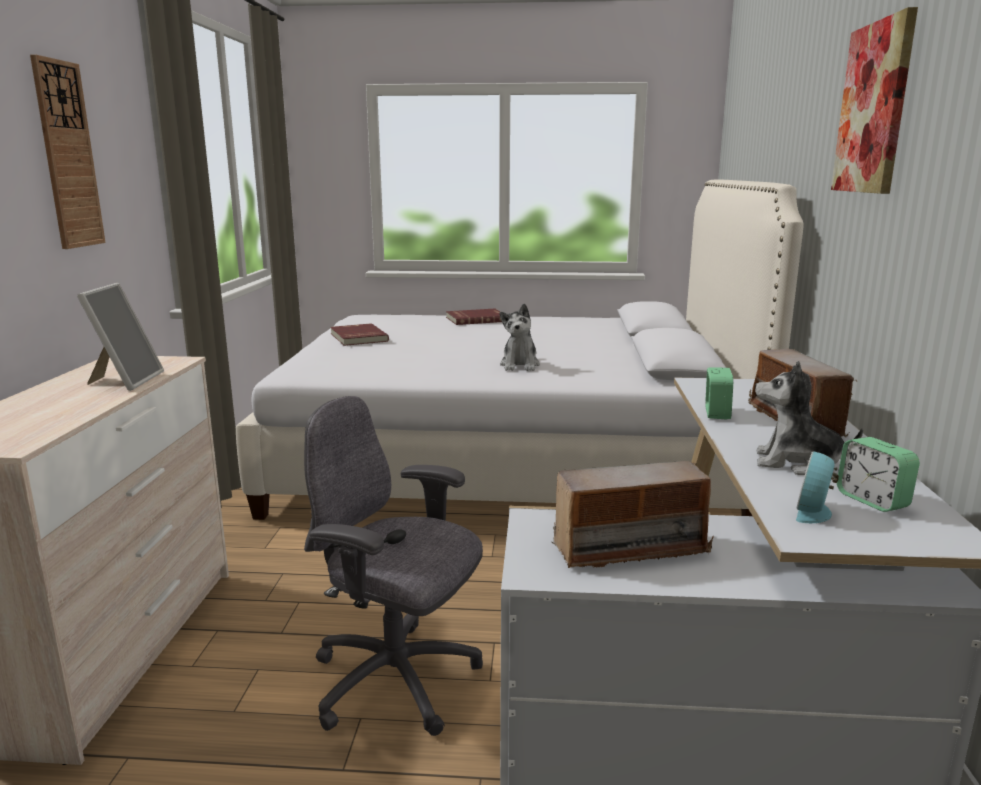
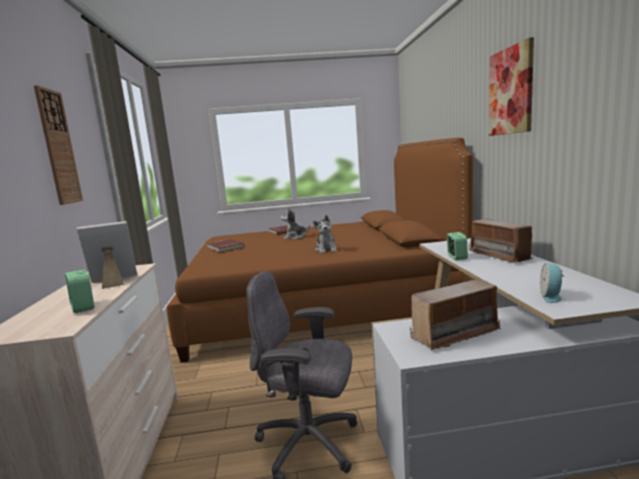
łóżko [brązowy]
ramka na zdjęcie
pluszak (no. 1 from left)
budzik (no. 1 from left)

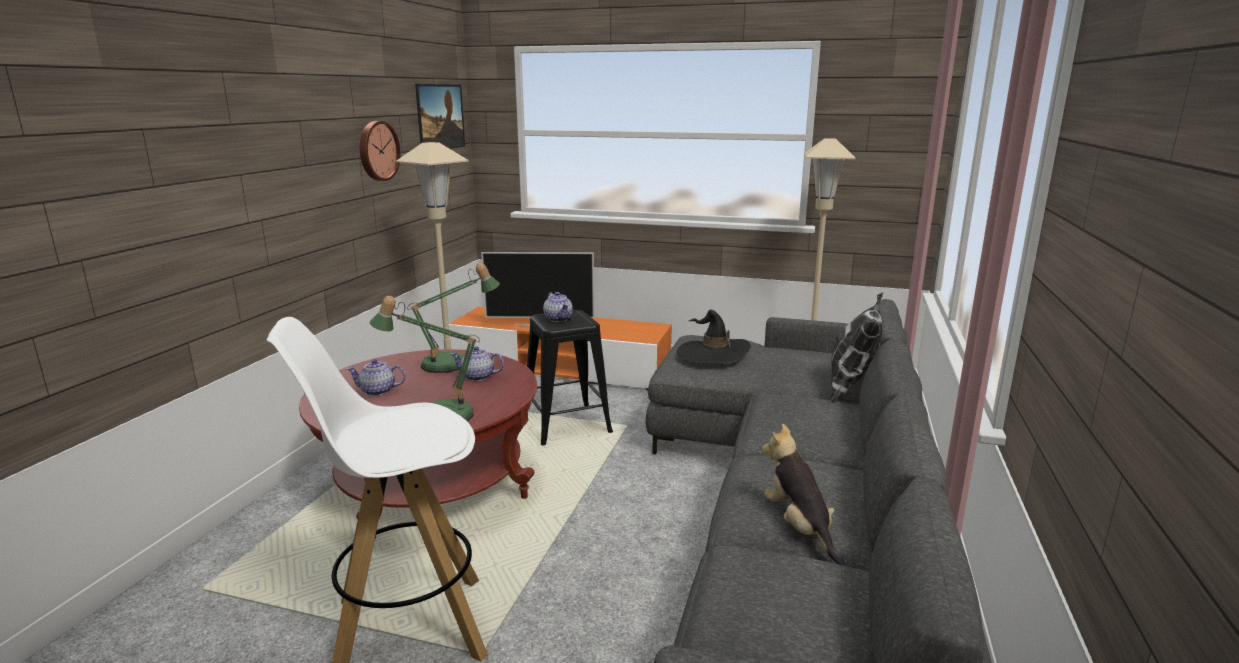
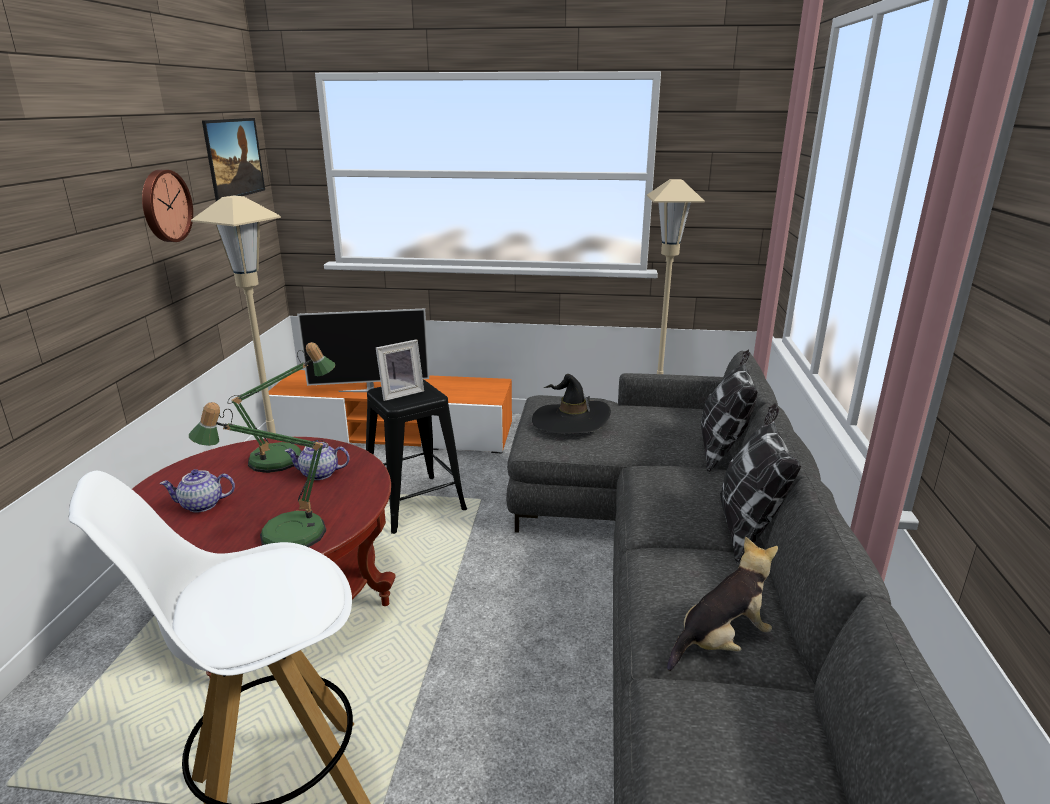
ramka na zdjęcie
pluszak
poduszka (no. 2 from left)

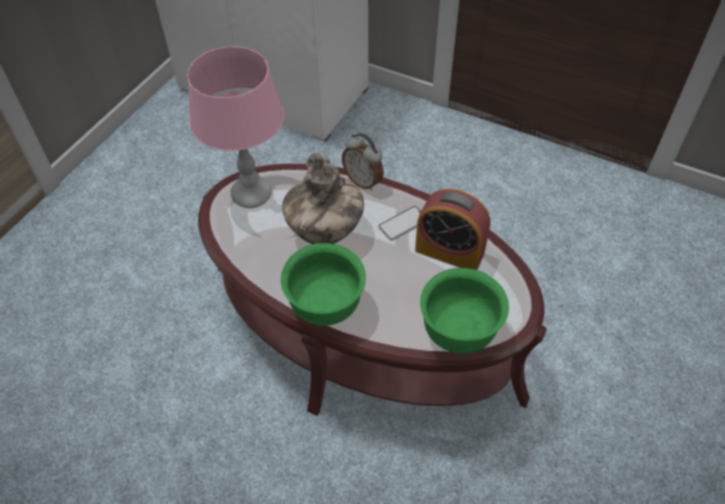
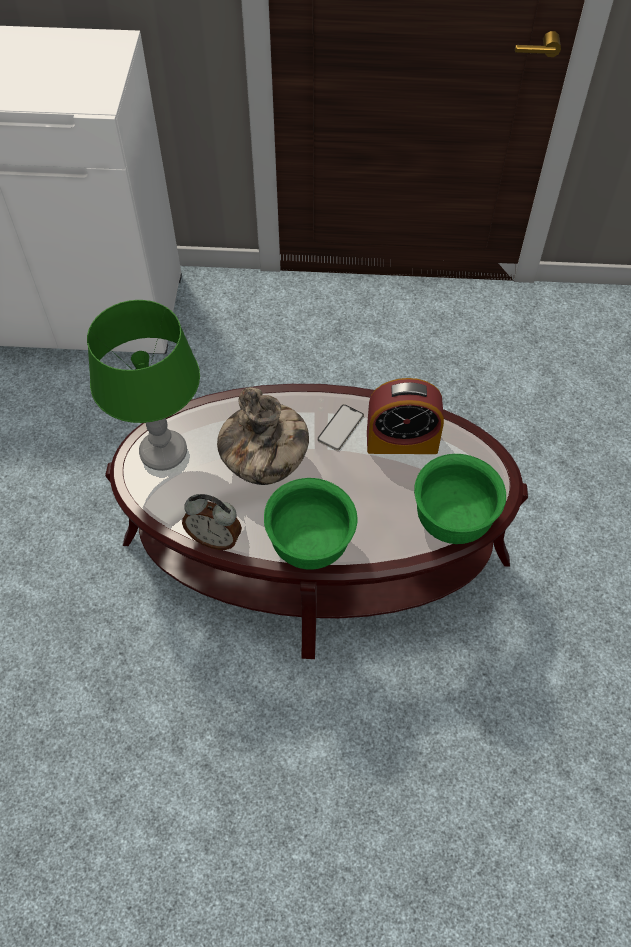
lampa stołowa [zielony]
budzik (no. 1 from left)

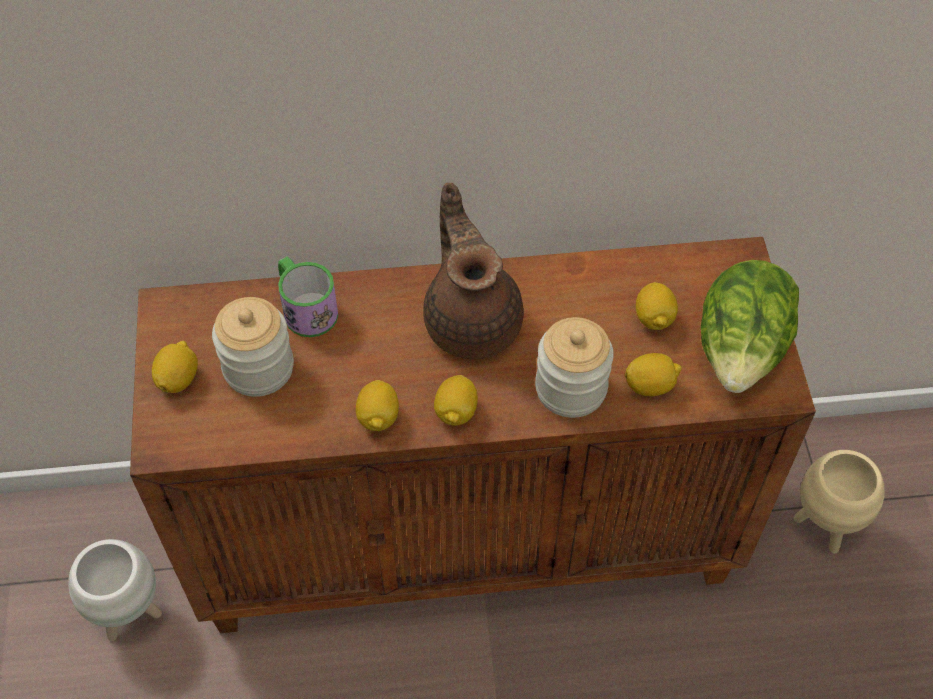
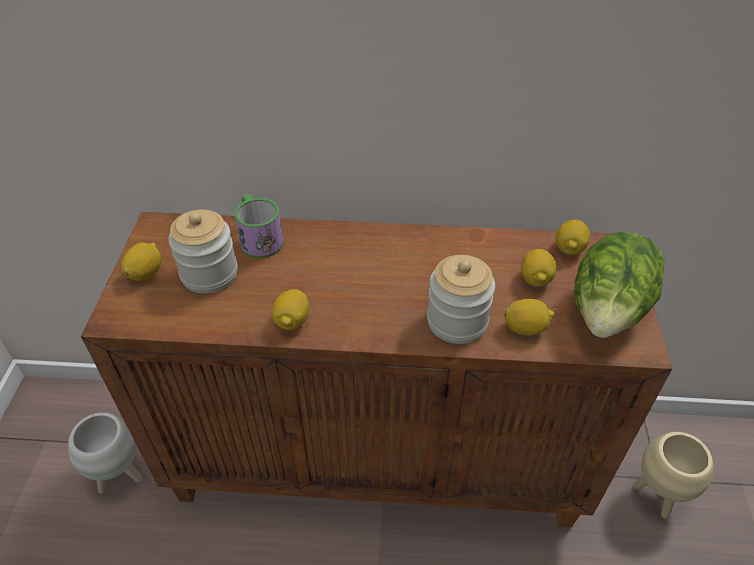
imbryk [brązowy]
cytryna (no. 5 from left)

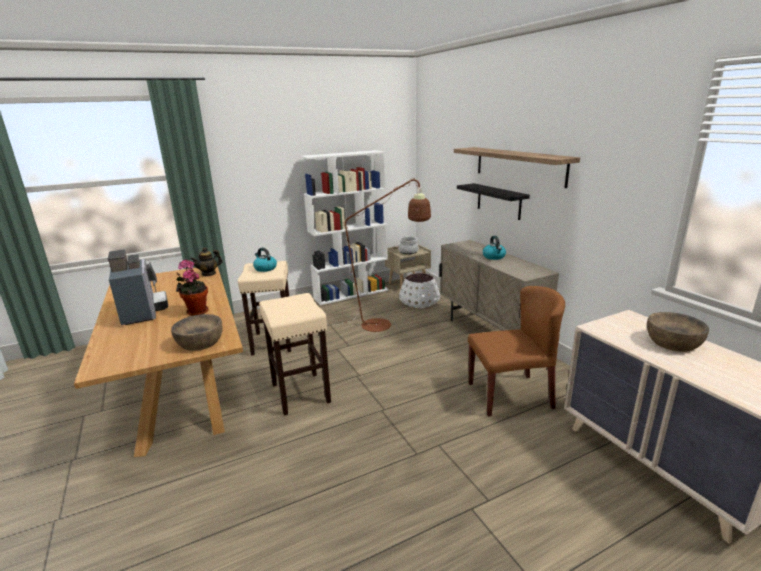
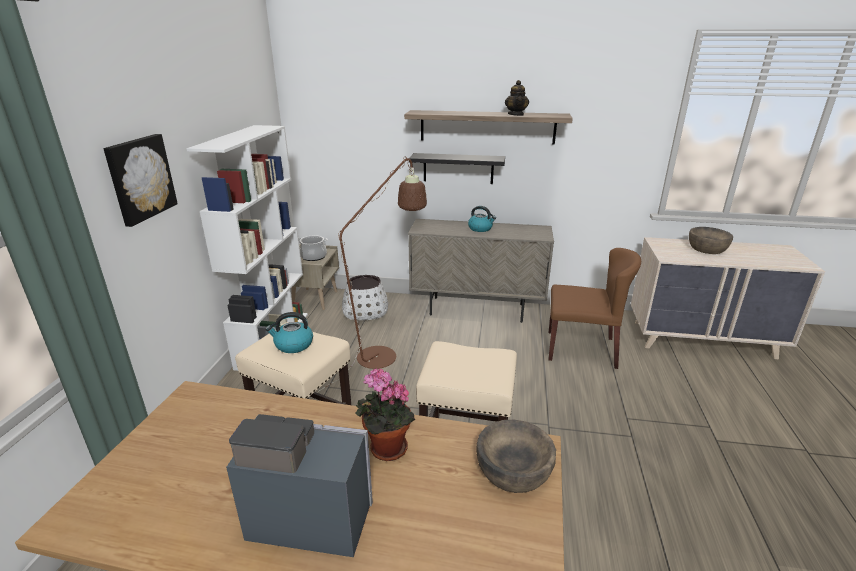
imbryk
krzesło [brązowy]
obraz

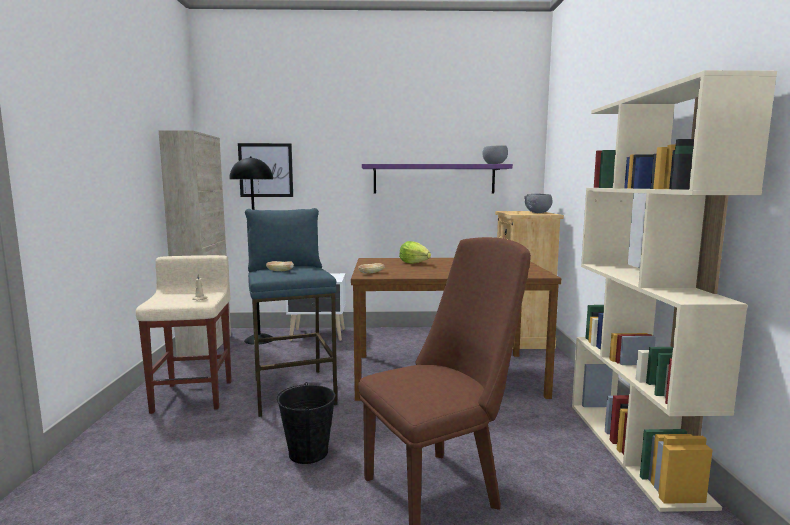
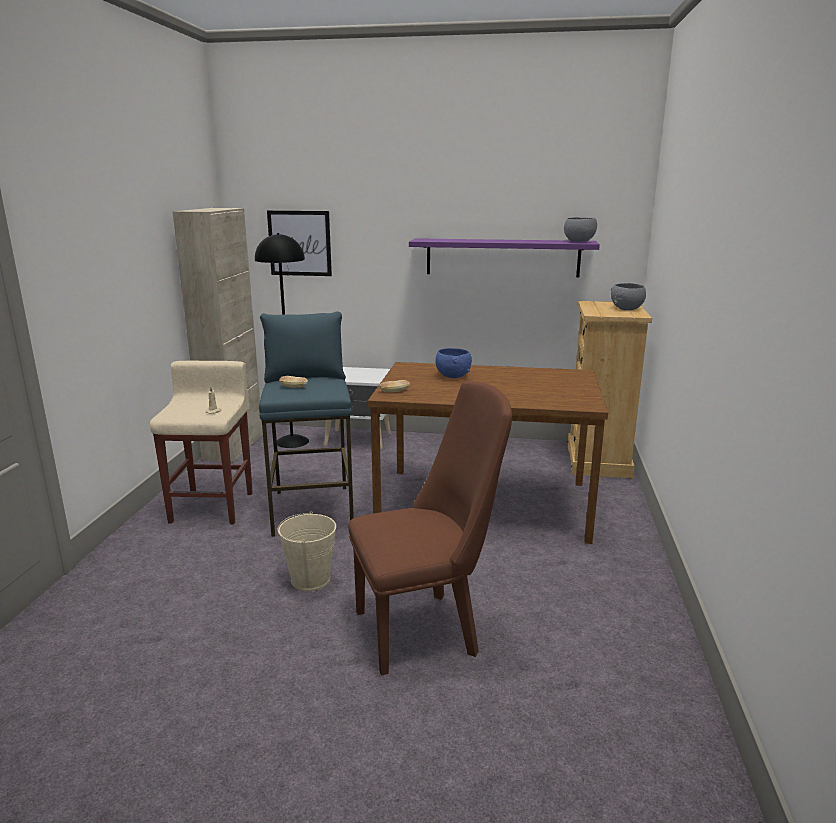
regał [beżowy]
miska [niebieski]
wiadro [beżowy]

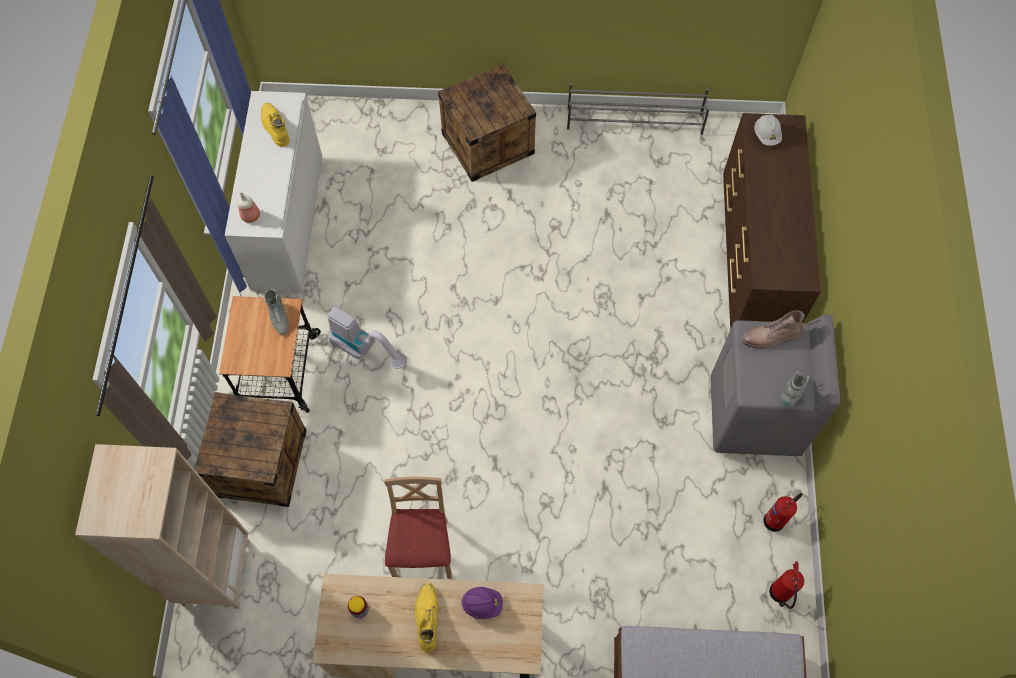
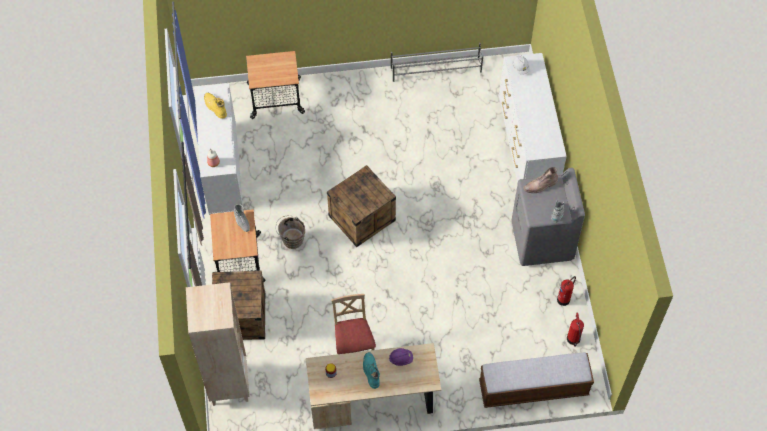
skrzynka (no. 2 from left)
komoda [biały]
wiadro [brązowy]
but z cholewką [turkusowy]
wózek (no. 2 from left)

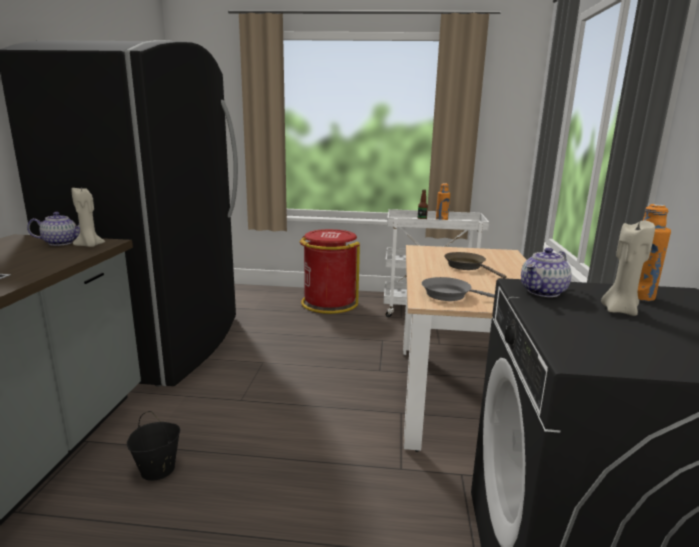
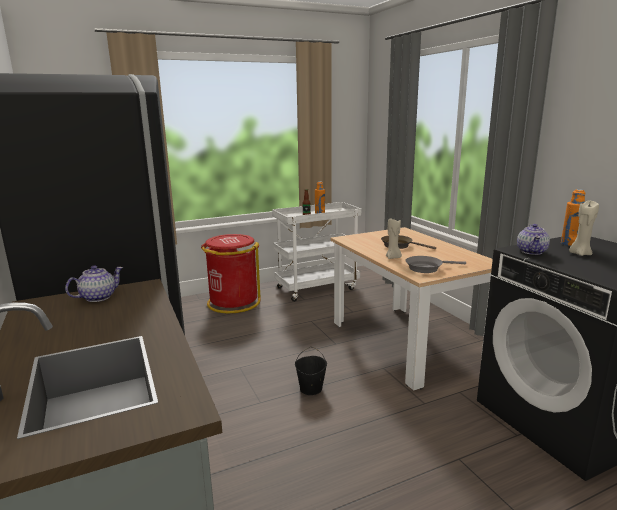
świeca [beżowy] (no. 1 from left)
wiadro [czarny]

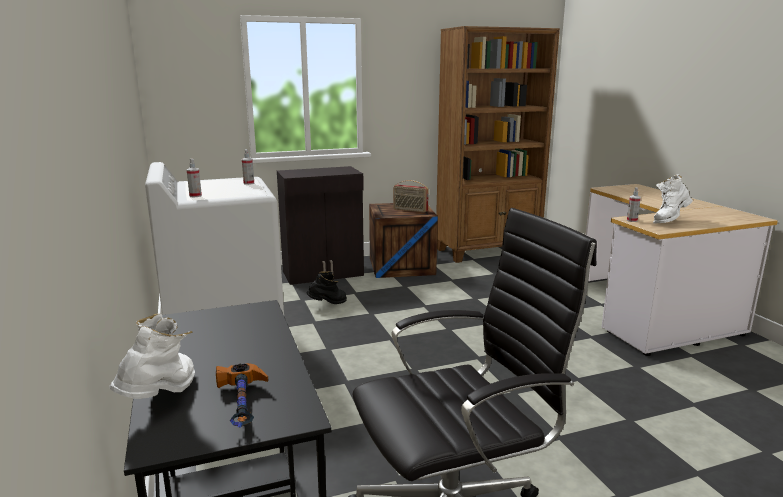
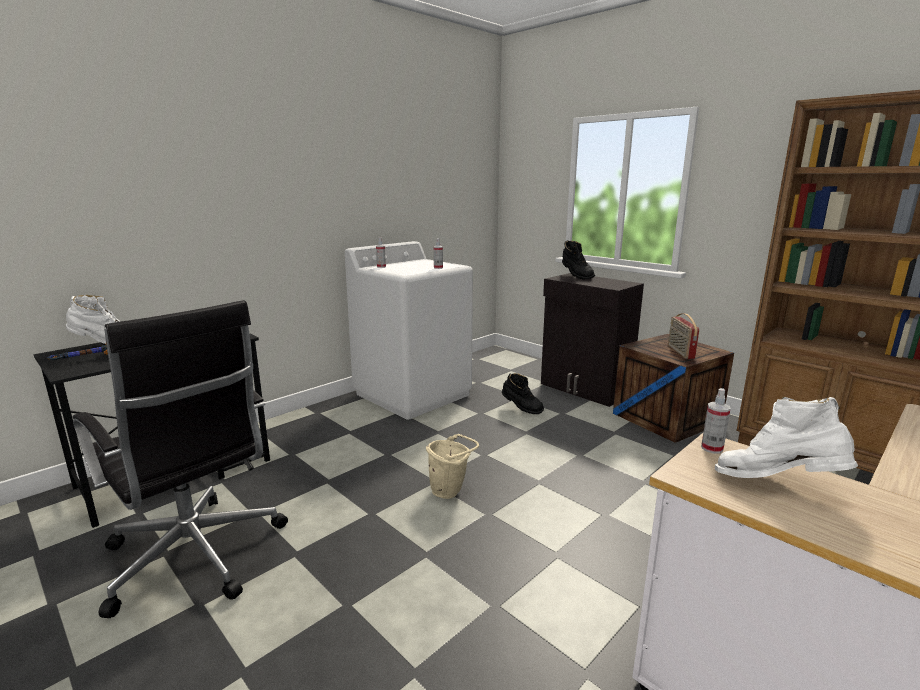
but z cholewką [czarny] (no. 2 from left)
wiadro [beżowy]

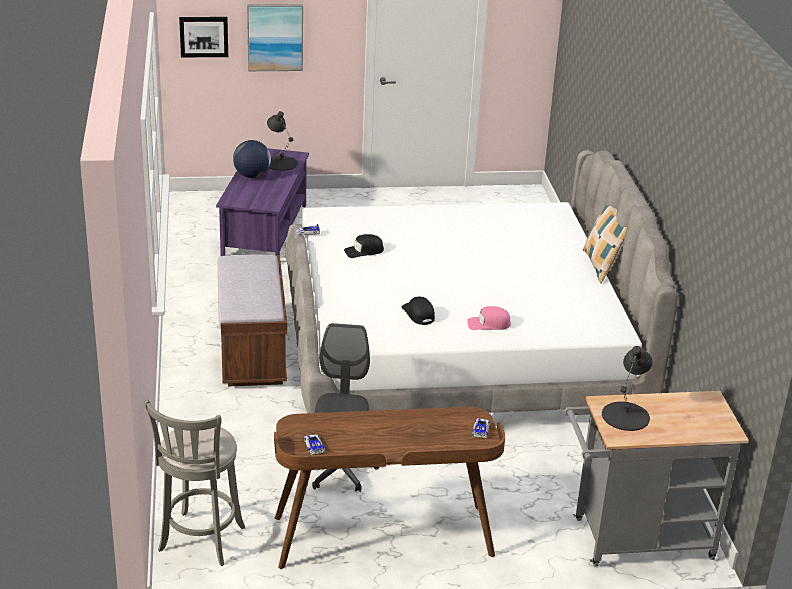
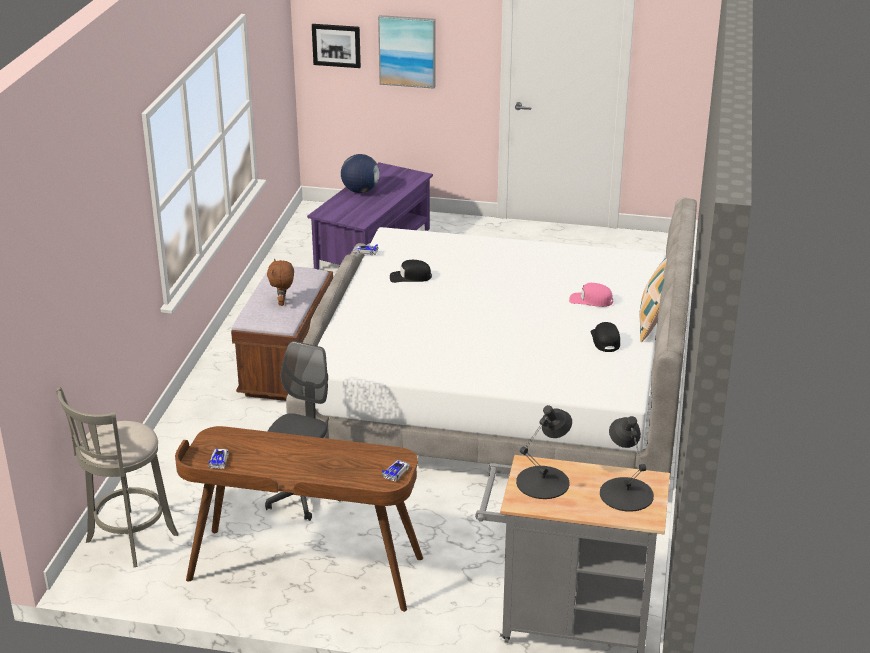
lampa stołowa [czarny] (no. 2 from left)
czapka z daszkiem [czarny] (no. 2 from left)
czapka z daszkiem [różowy]
pluszak [brązowy]

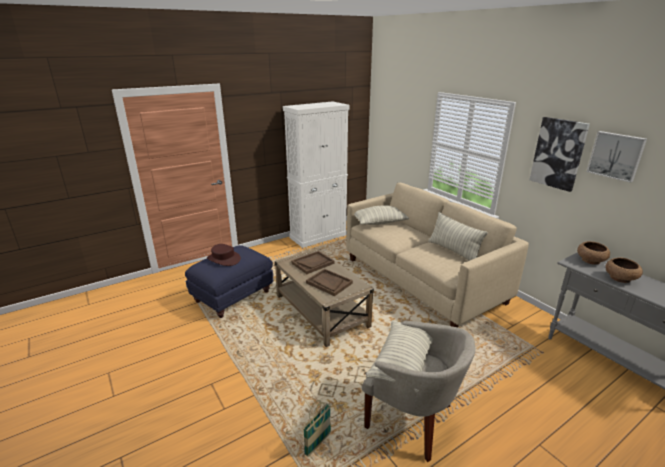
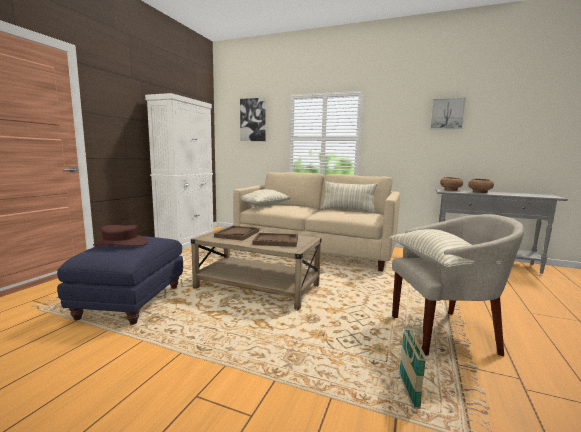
obraz (no. 1 from left)

